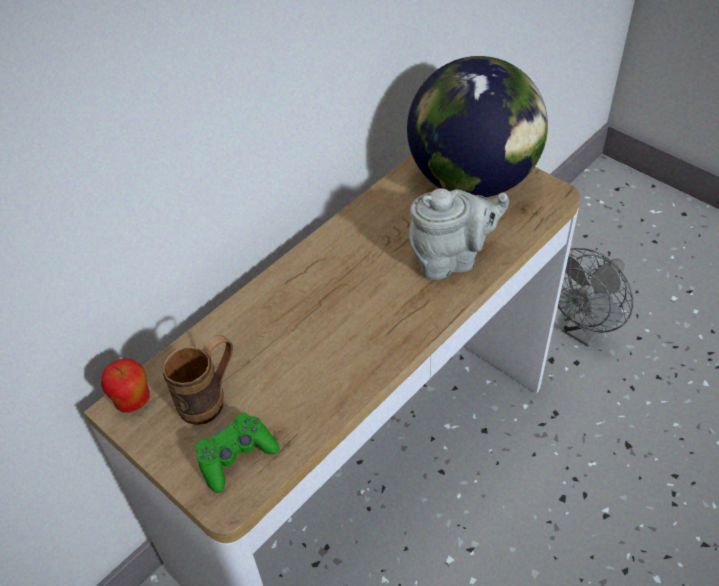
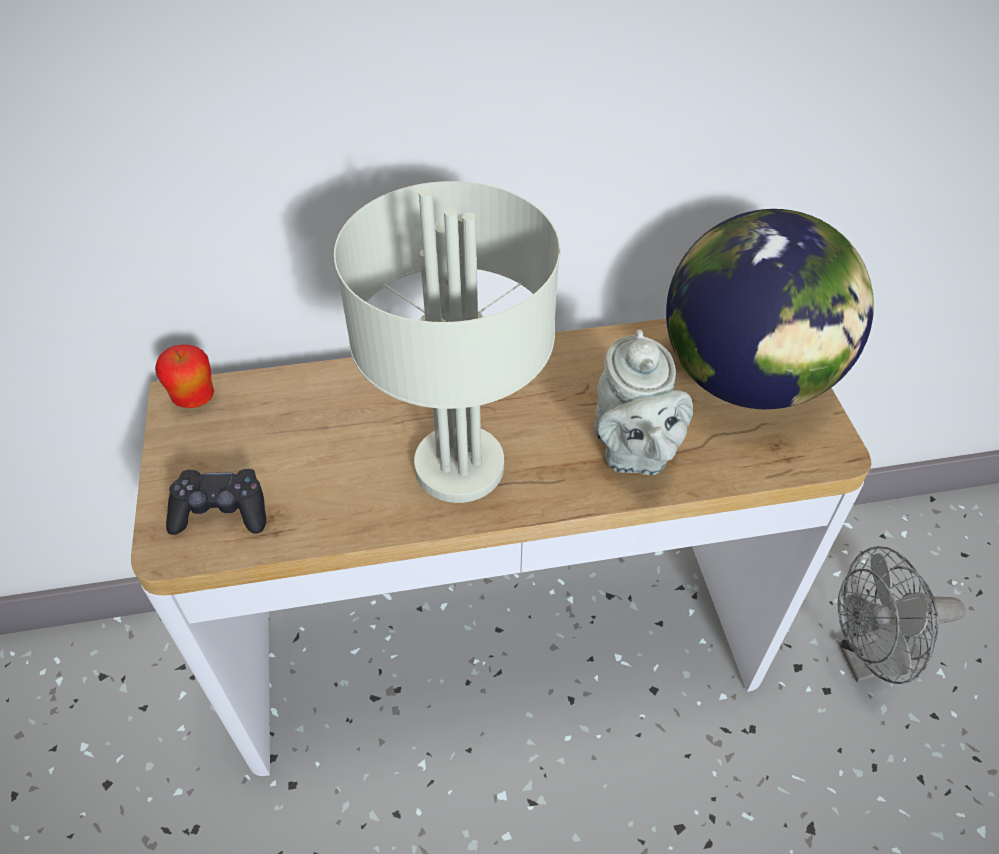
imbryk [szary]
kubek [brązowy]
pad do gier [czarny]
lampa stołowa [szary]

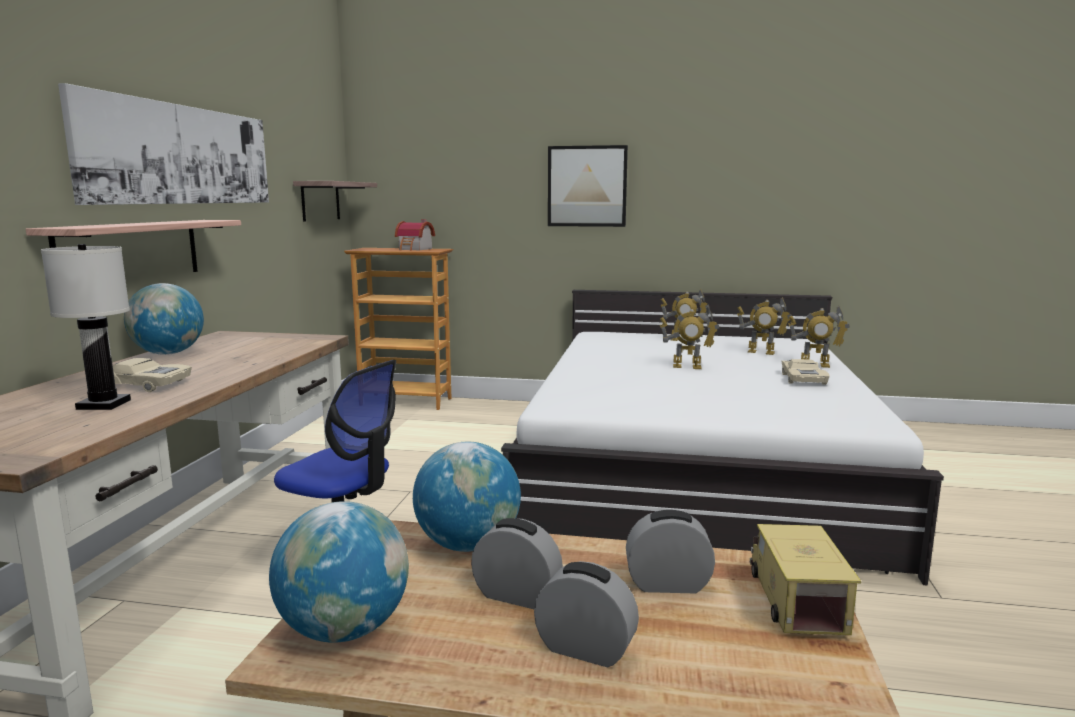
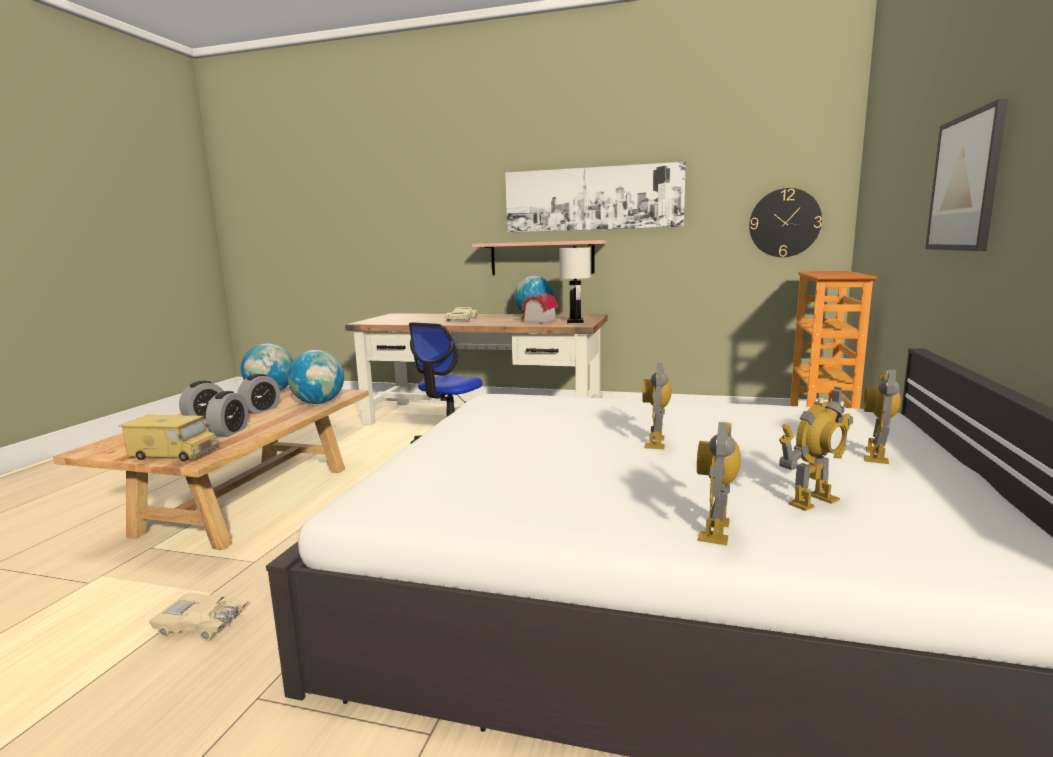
zegar ścienny
domek
lampa stołowa [biały]
robot zabawkowy (no. 3 from left)
samochodzik [beżowy] (no. 1 from left)

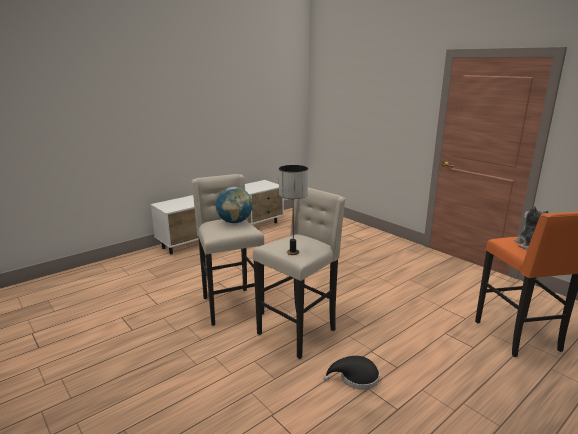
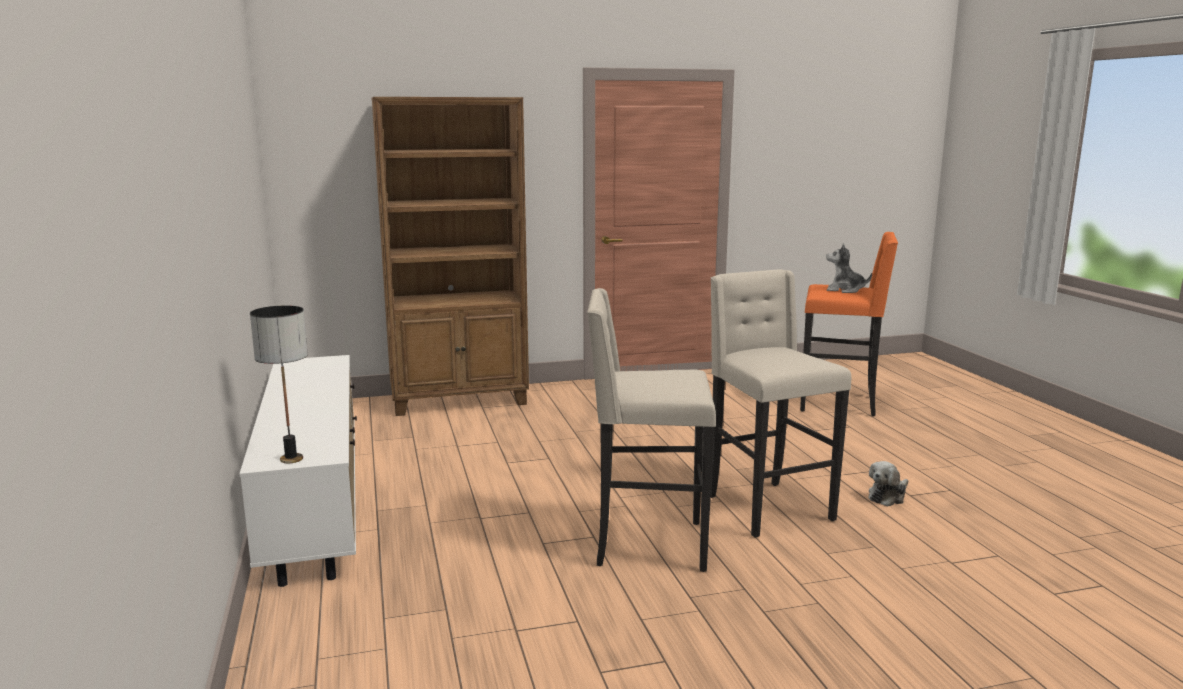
lampa stołowa
globus
pluszak (no. 2 from left)
regał [brązowy]

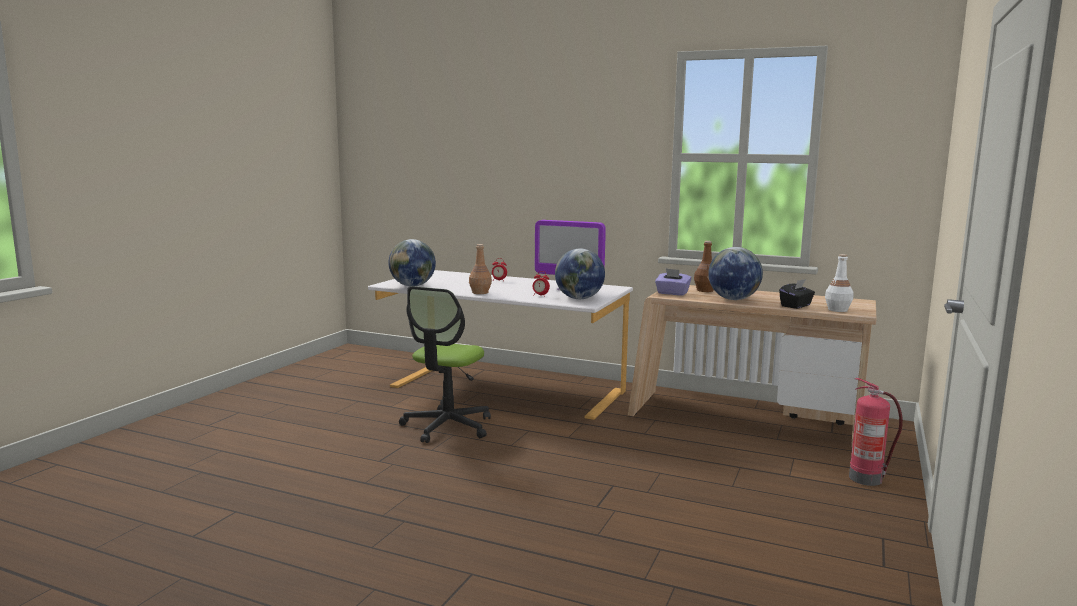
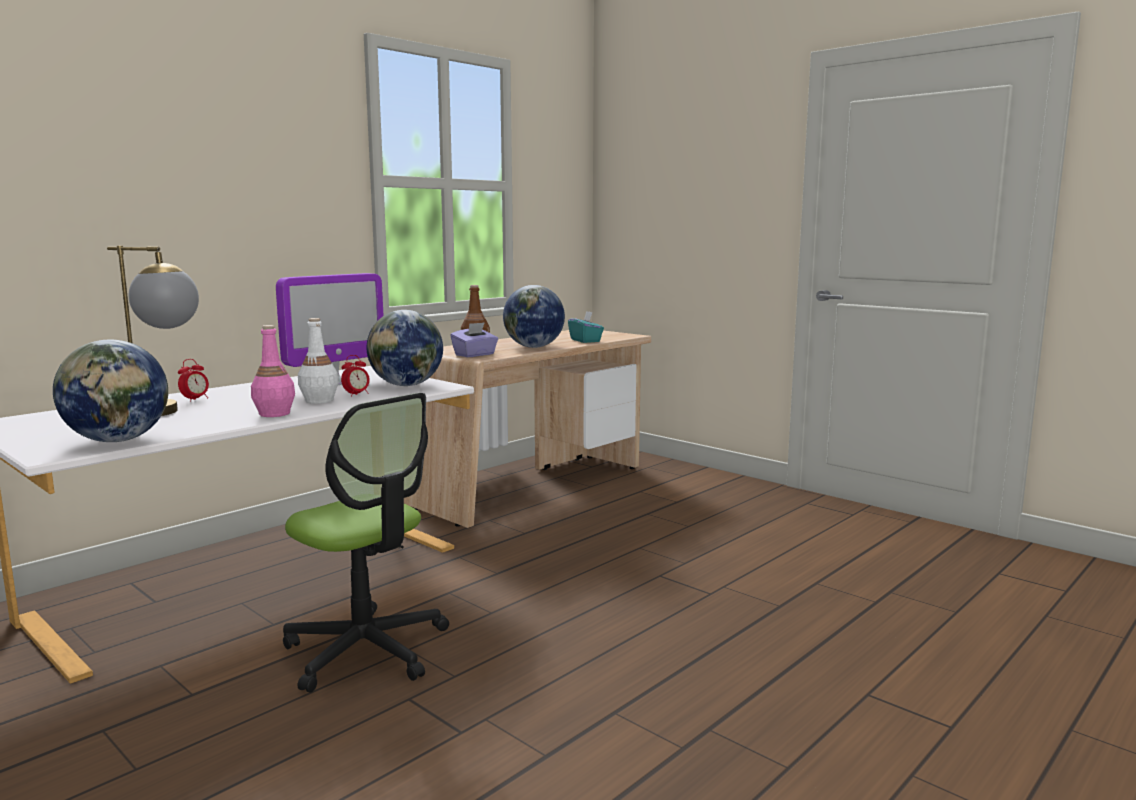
butelka [różowy]
butelka [biały]
pudełko chusteczek [turkusowy]
gaśnica
lampa stołowa

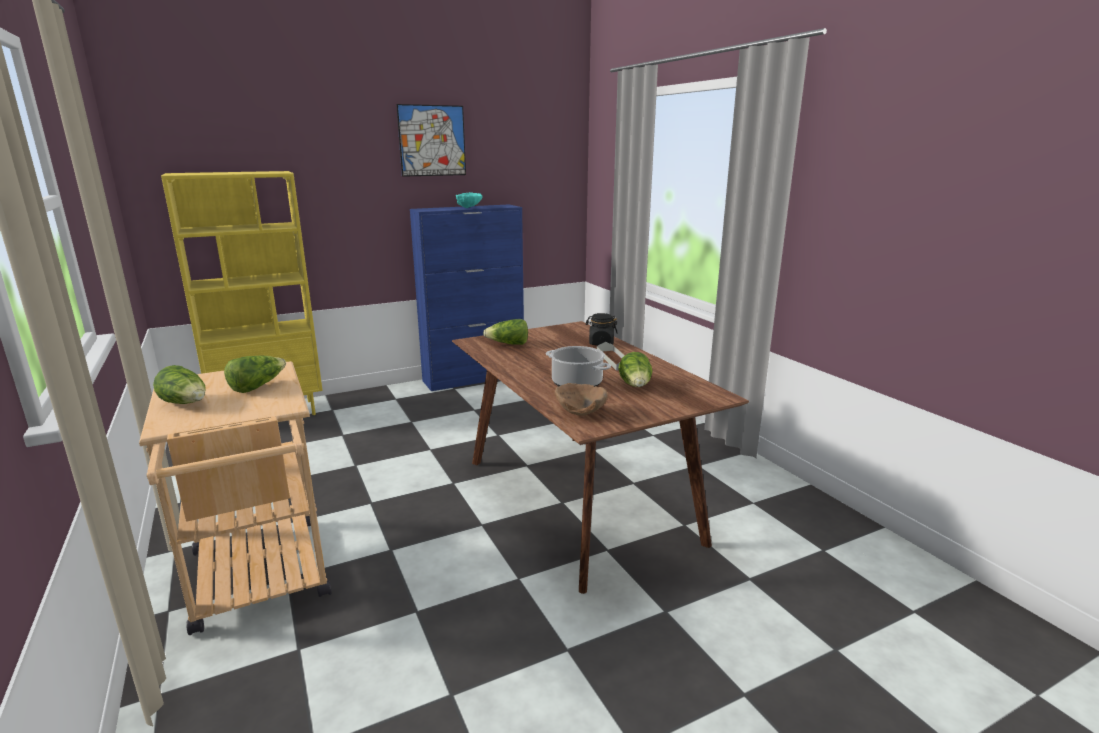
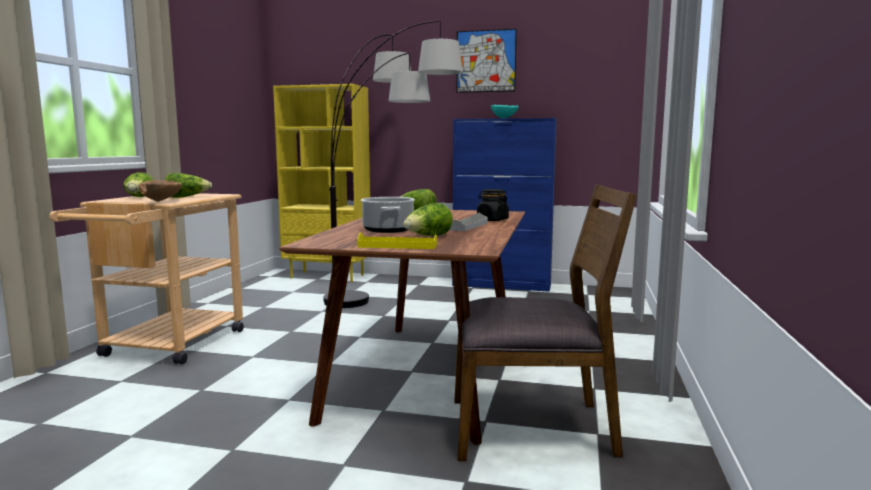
miska [brązowy]
lampa stojąca
krzesło [brązowy]
taca [żółty]

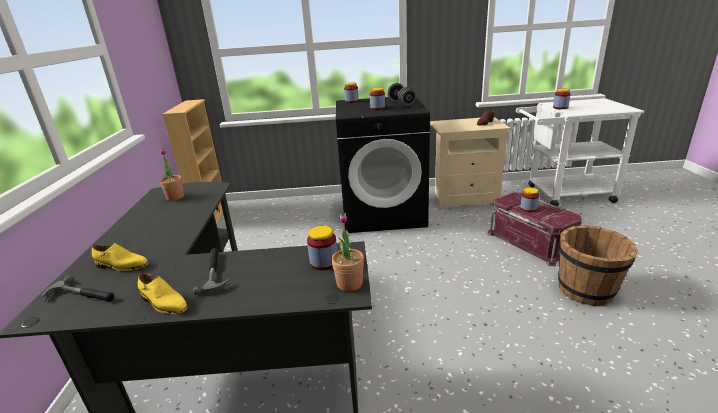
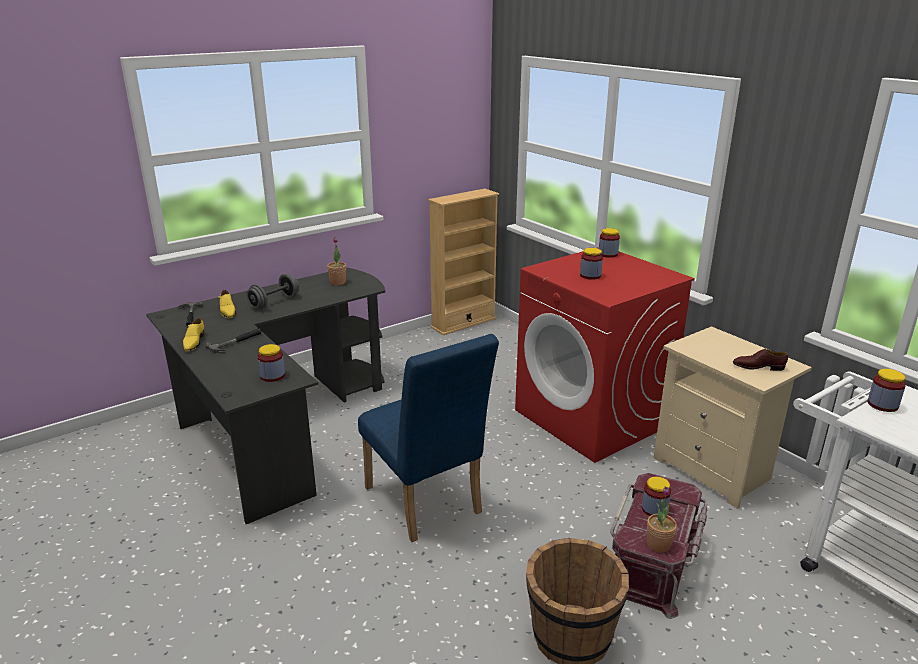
hantel [szary]
pralka [czerwony]
roślina doniczkowa (no. 2 from left)
krzesło [niebieski]

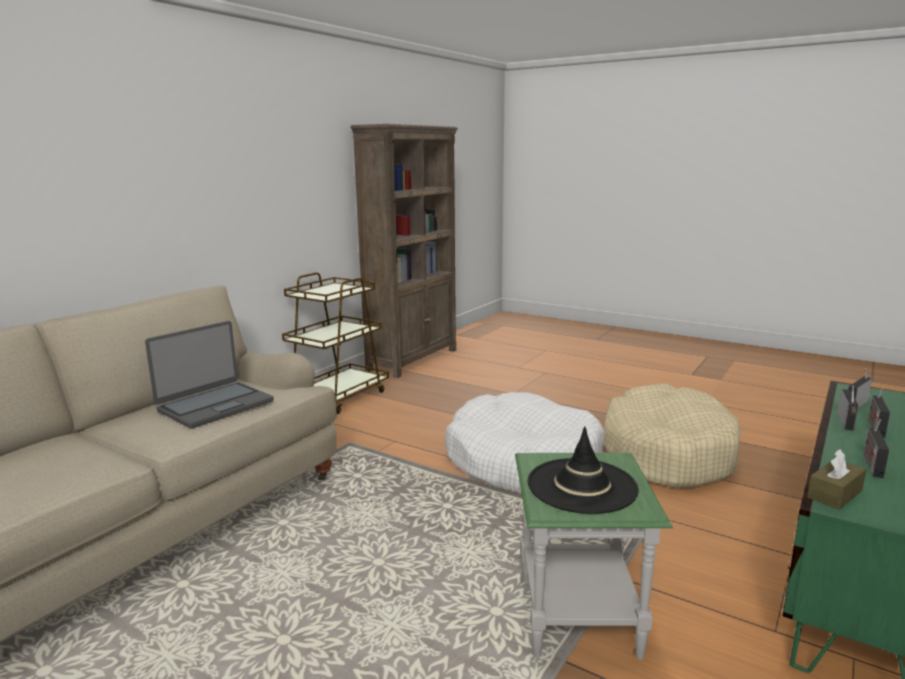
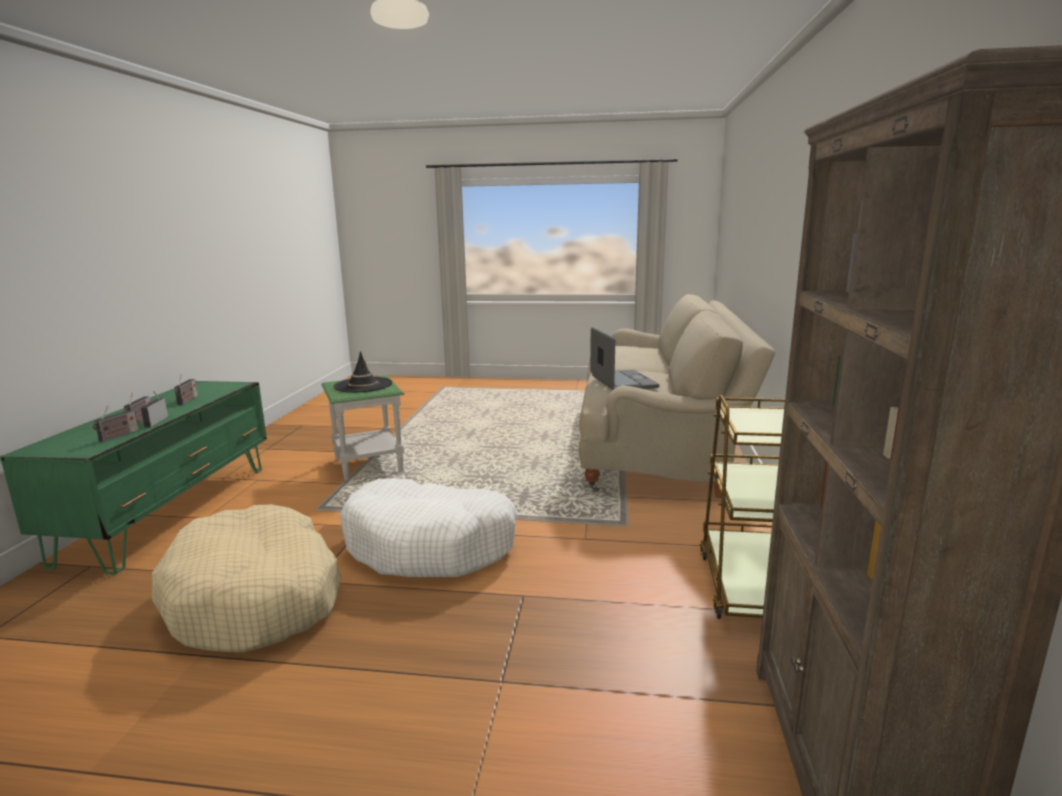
laptop
pudełko chusteczek [brązowy]

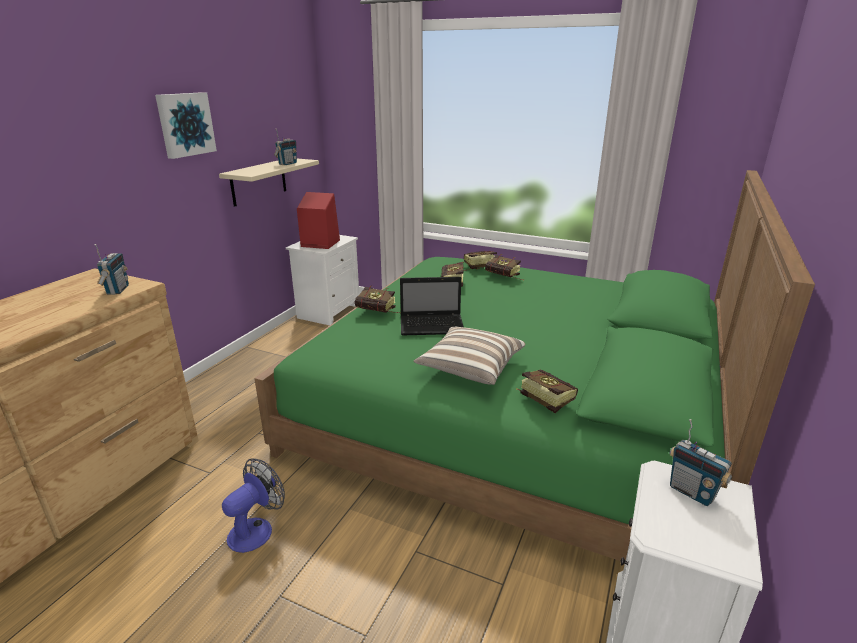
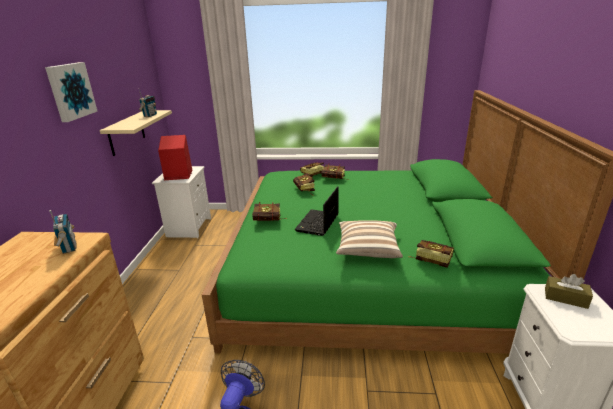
laptop
pudełko chusteczek [brązowy]

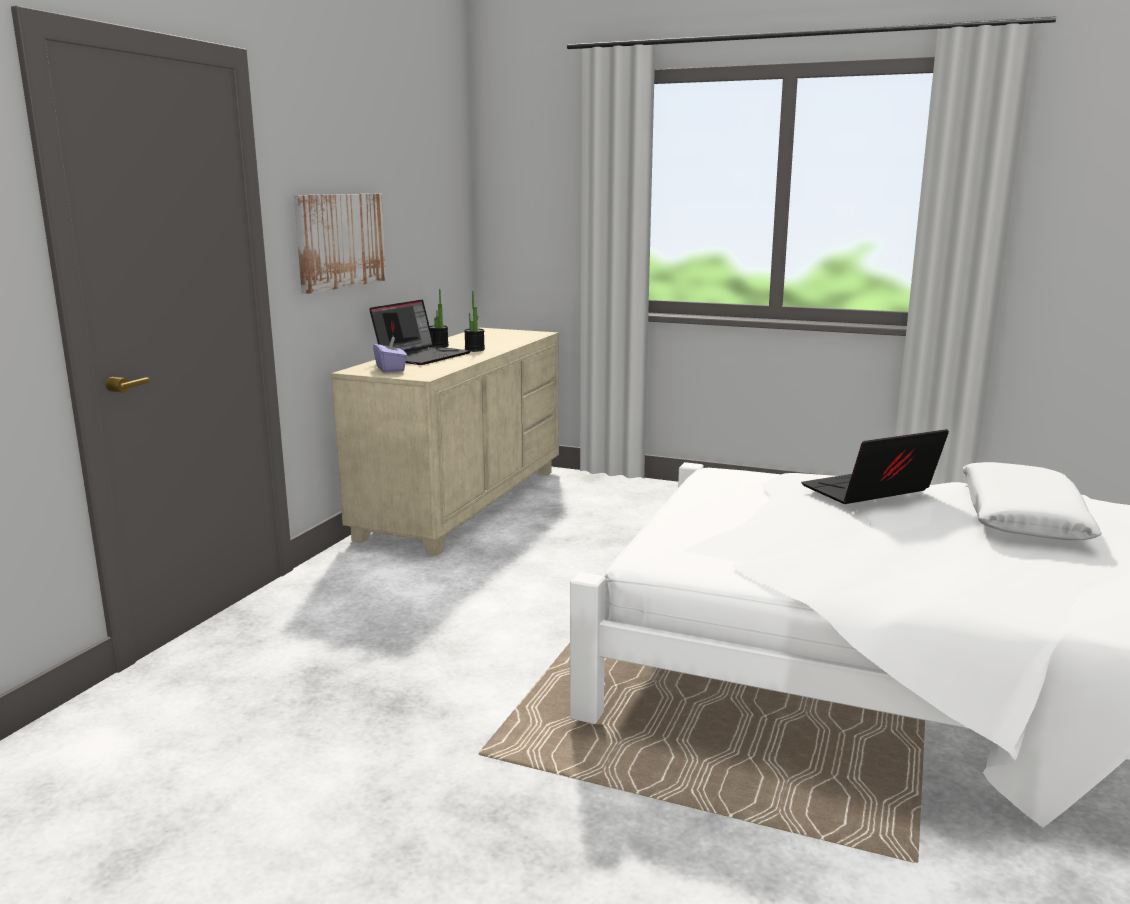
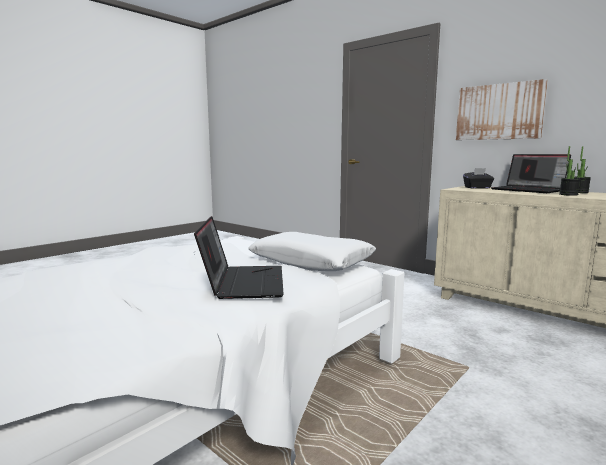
pudełko chusteczek [czarny]
poduszka [biały]

